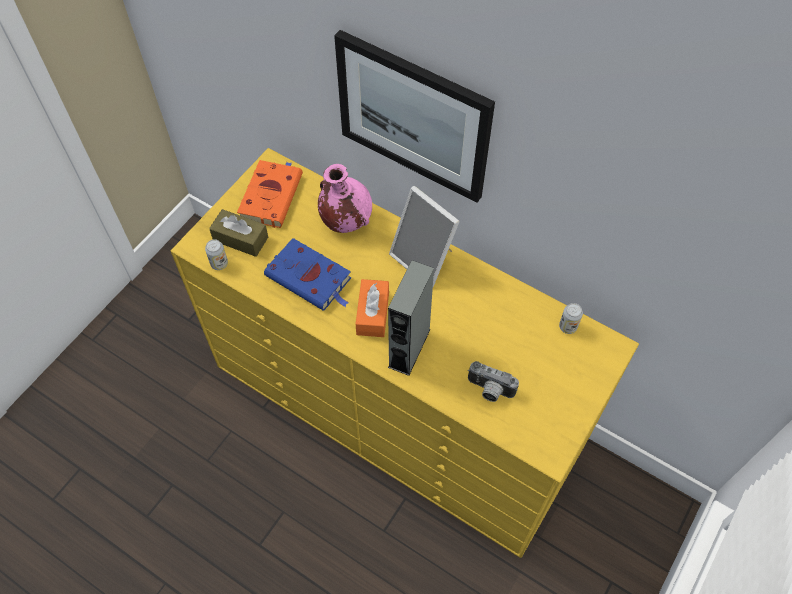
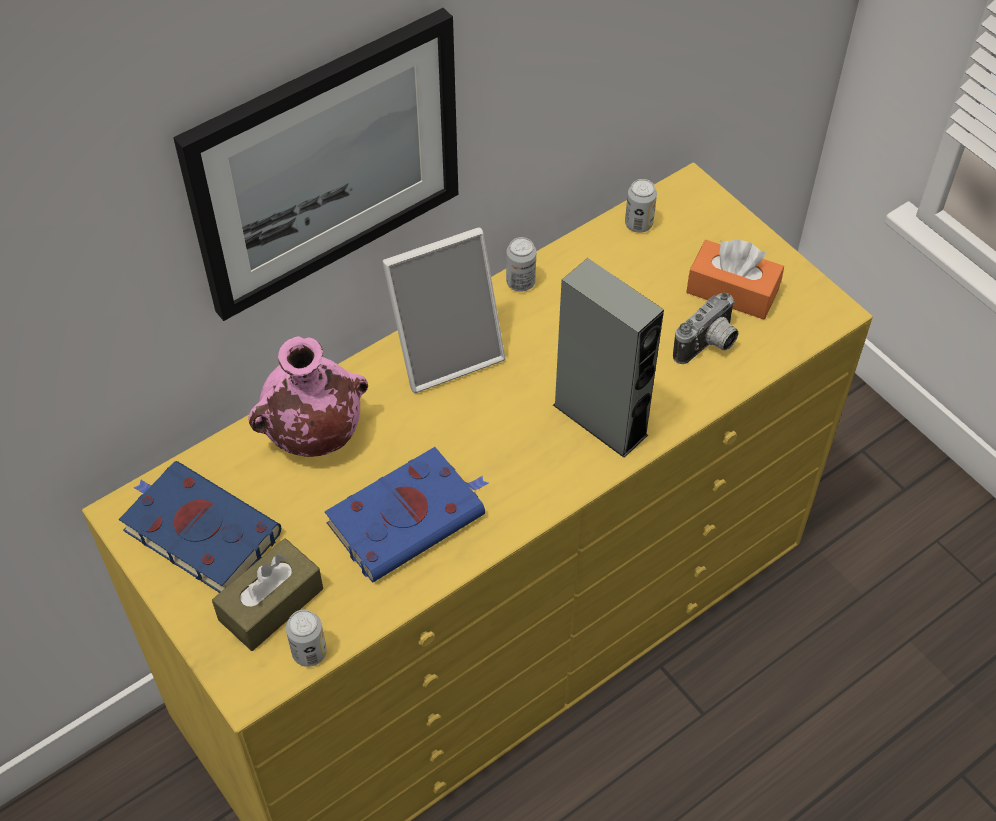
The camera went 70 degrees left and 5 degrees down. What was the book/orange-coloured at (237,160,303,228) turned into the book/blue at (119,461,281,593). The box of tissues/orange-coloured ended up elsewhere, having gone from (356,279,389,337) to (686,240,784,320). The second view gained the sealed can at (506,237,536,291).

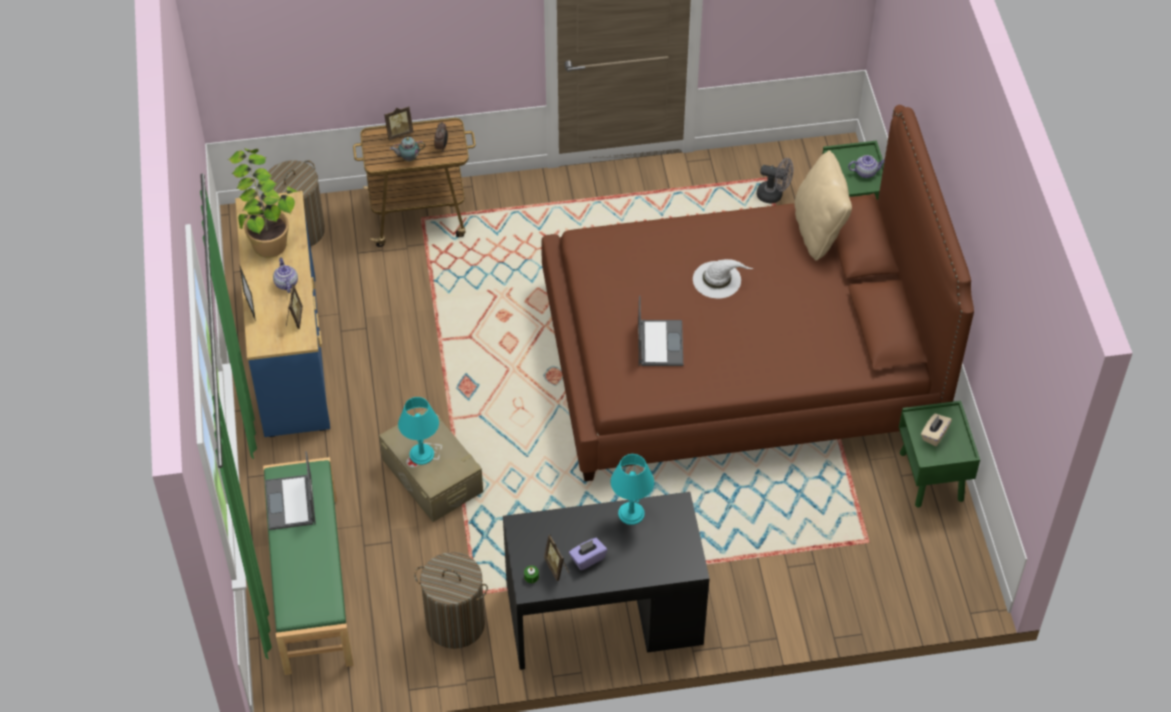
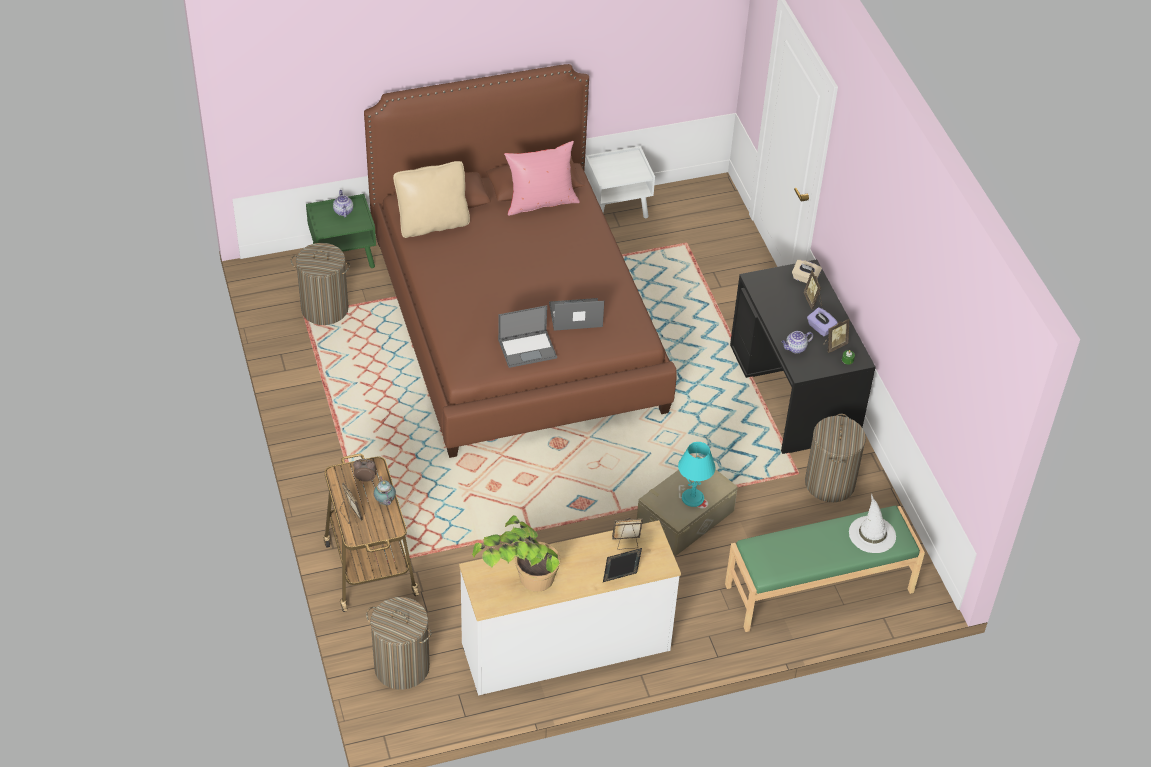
The camera went 100 degrees left and 5 degrees down. What was the dresser/blue at (235,191,330,437) turned into the dresser/white at (459,520,681,696). The notebook computer ended up elsewhere, having gone from (265,451,316,530) to (498,305,557,368). The tea pot ended up elsewhere, having gone from (273,258,298,293) to (782,331,813,354). The second view lost the tabletop lamp/turquoise-coloured at (611,454,654,525). The wearable hat/white ended up elsewhere, having gone from (693,259,754,299) to (849,494,896,553). Where the electric fan/greyish stood at (757,158,793,203), the hamper came to stand at (291,243,350,325). What was the bedside table/greenish at (899,401,980,507) turned into the bedside table/white at (585,146,655,218). The box of tissues/beige-coloured ended up elsewhere, having gone from (921,414,952,446) to (792,260,822,283). The second view gained the throw pillow/pink at (504,141,580,216). The second view gained the picture frame at (804,270,822,309).

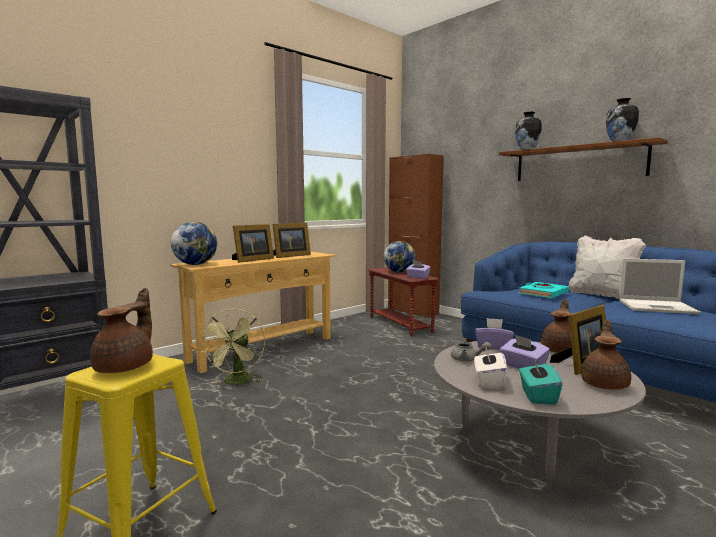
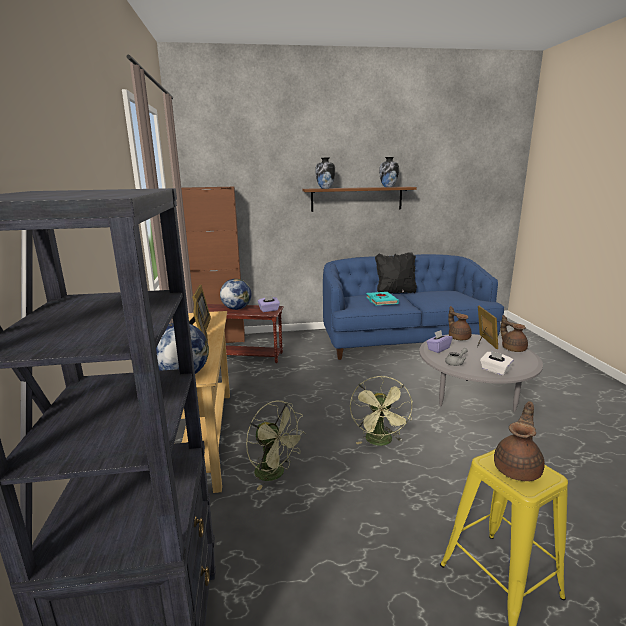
The camera went 55 degrees left and 10 degrees up. The tea pot/brown-coloured at (90,288,153,373) ended up facing another way, 75 degrees clockwise from before. The second view lost the box of tissues/purplish at (500,335,550,369). The second view lost the box of tissues/turquoise-coloured at (519,359,562,405). What was the throw pillow/white at (569,235,646,299) turned into the throw pillow/blackish at (375,252,417,294). The second view lost the notebook computer at (619,258,701,314). The second view gained the electric fan/greenish at (350,376,413,446).

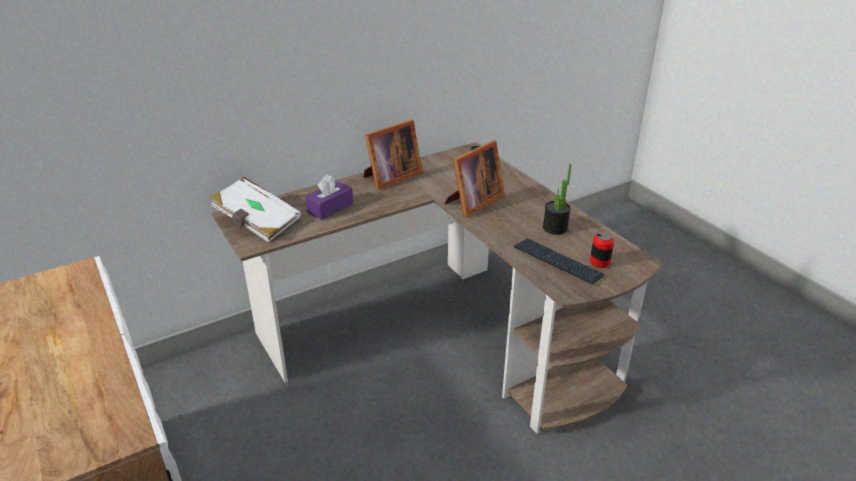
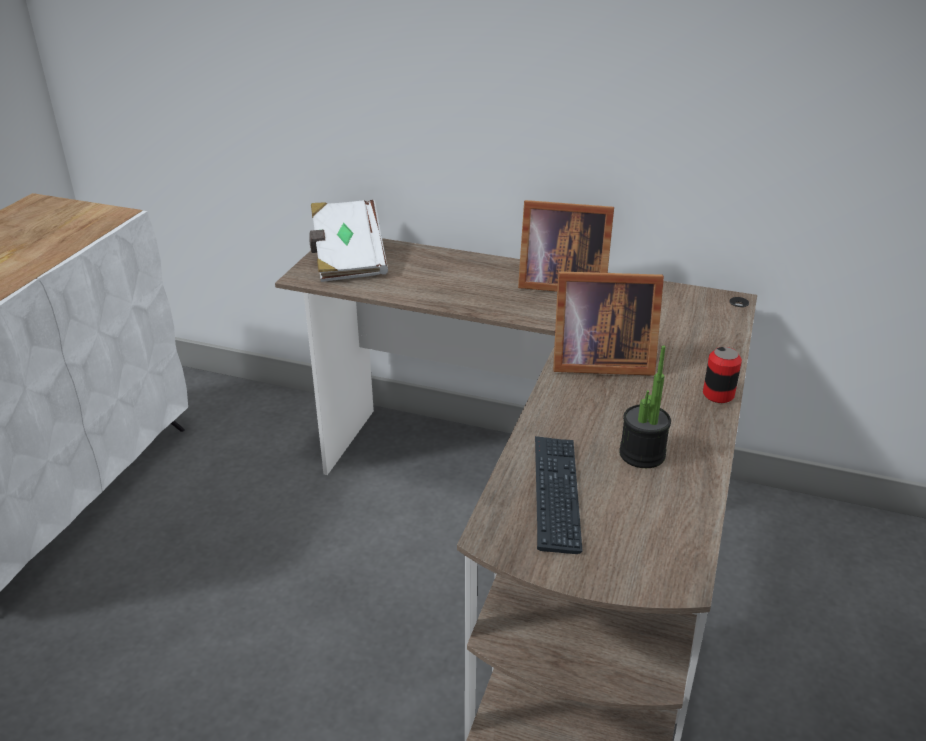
The camera went 50 degrees right and 0 degrees up. The second view lost the box of tissues/purplish at (305,175,353,220). The sealed can ended up elsewhere, having gone from (590,232,614,268) to (703,347,742,403).

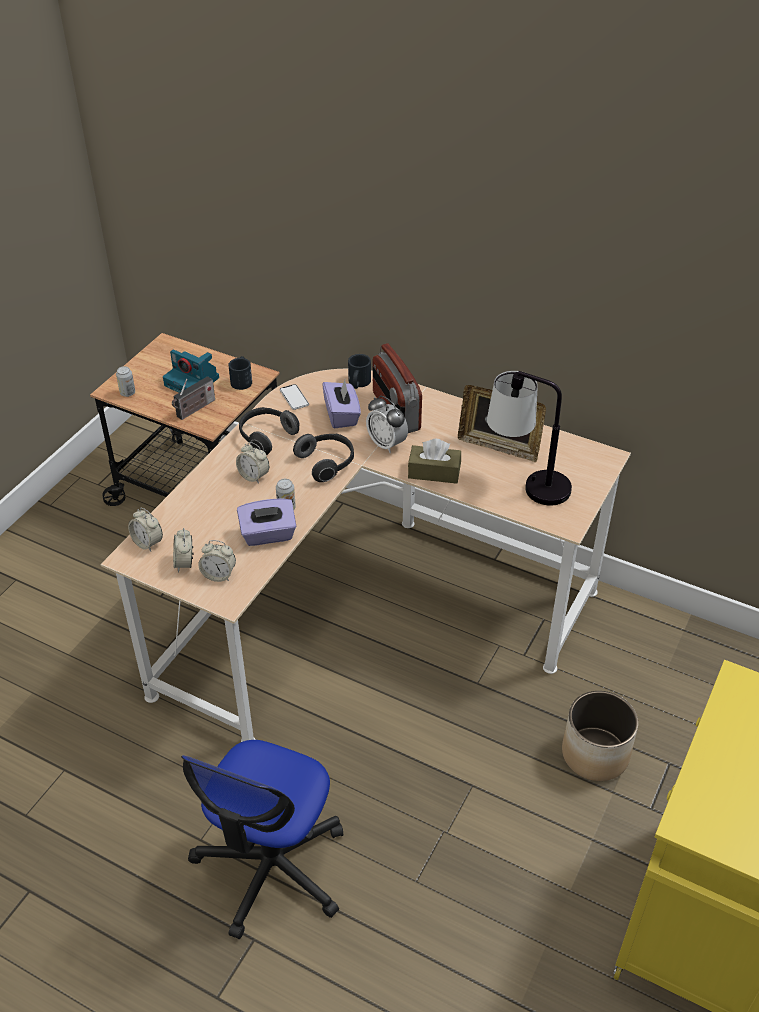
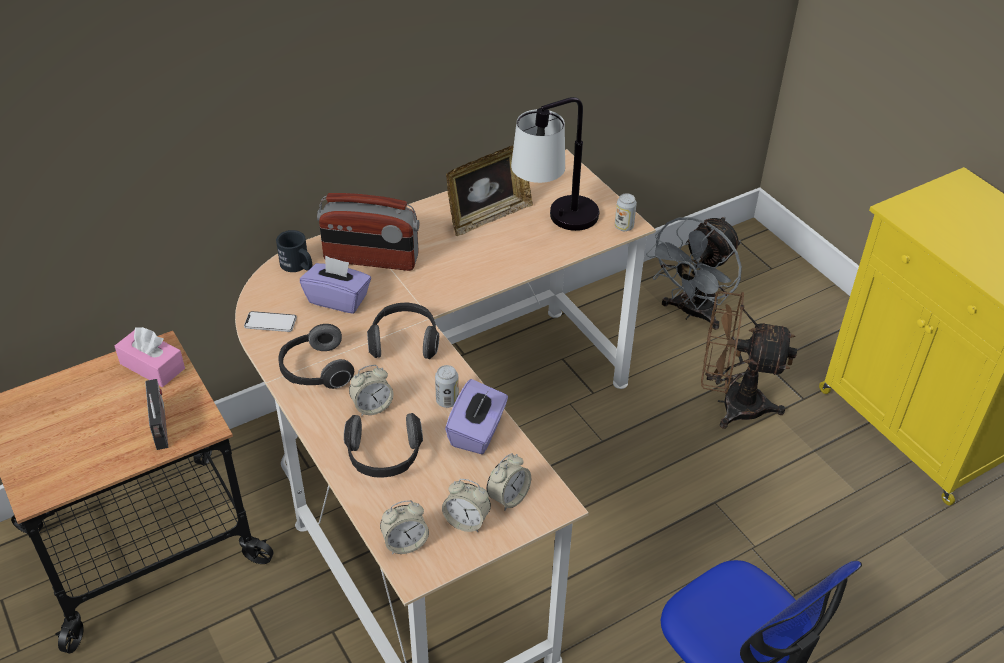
The camera went 60 degrees left and 0 degrees up. The sealed can ended up elsewhere, having gone from (116,366,135,397) to (615,193,637,231). The second view lost the still camera at (163,350,219,393). Where the mug/blackish stood at (228,356,252,390), the box of tissues/pink came to stand at (115,327,185,387). The second view lost the alarm clock at (366,396,408,453). The second view lost the box of tissues/brown-coloured at (408,439,461,484). Where the flower pot stood at (562,691,638,781), the electric fan/brown-coloured came to stand at (701,291,797,429). The second view gained the headset at (344,413,423,478). The second view gained the electric fan/greyish at (646,217,742,330).

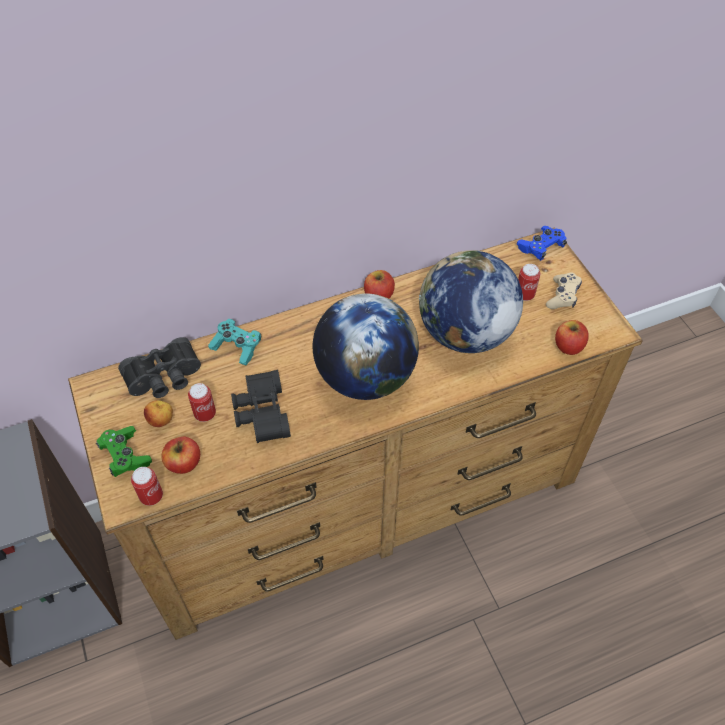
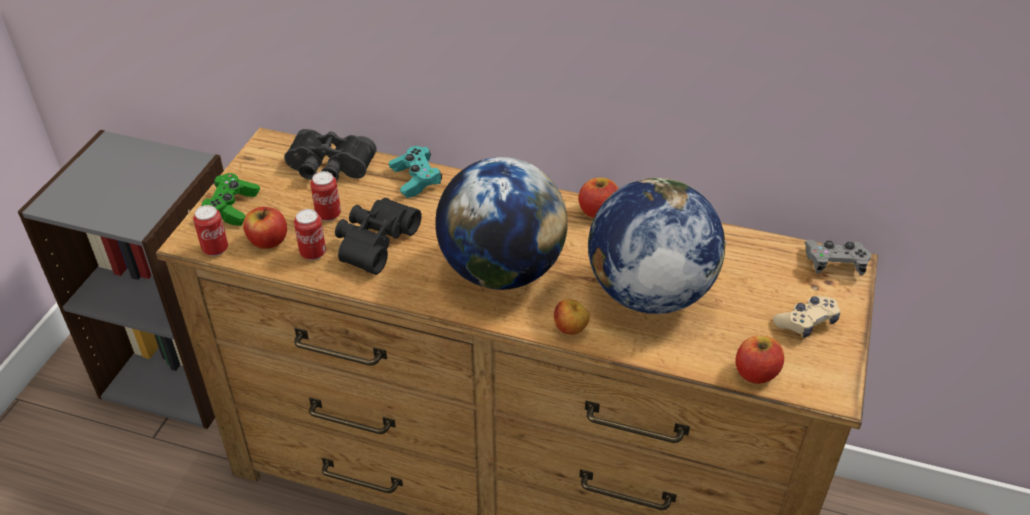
The camera went 40 degrees right and 10 degrees down. The whole apple ended up elsewhere, having gone from (144,400,173,427) to (554,299,590,335). What was the game controller/blue at (517,226,567,261) turned into the game controller/greyish at (805,240,871,276). The sealed can ended up elsewhere, having gone from (518,264,540,301) to (294,209,326,260).

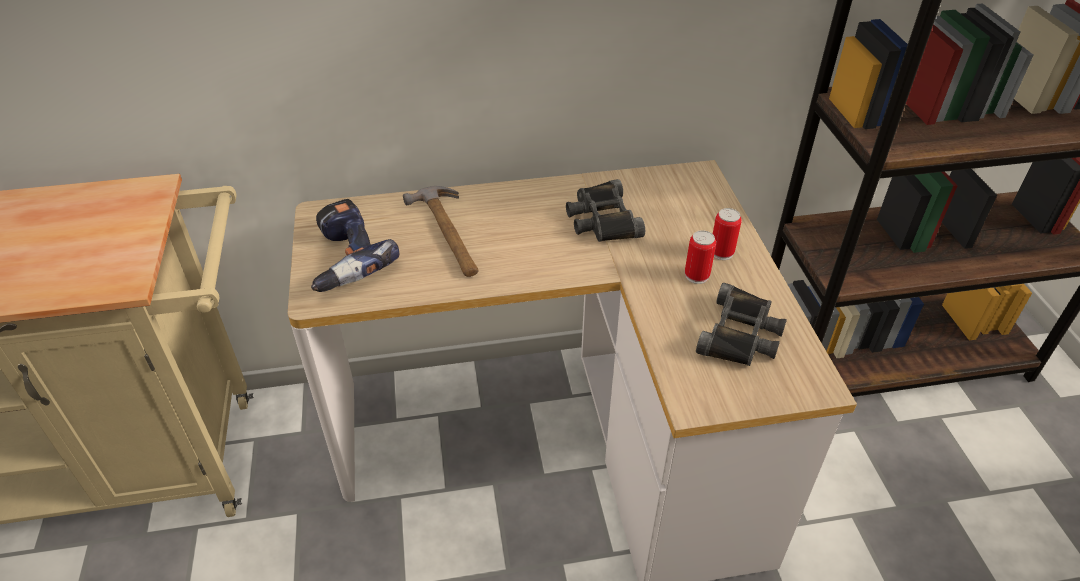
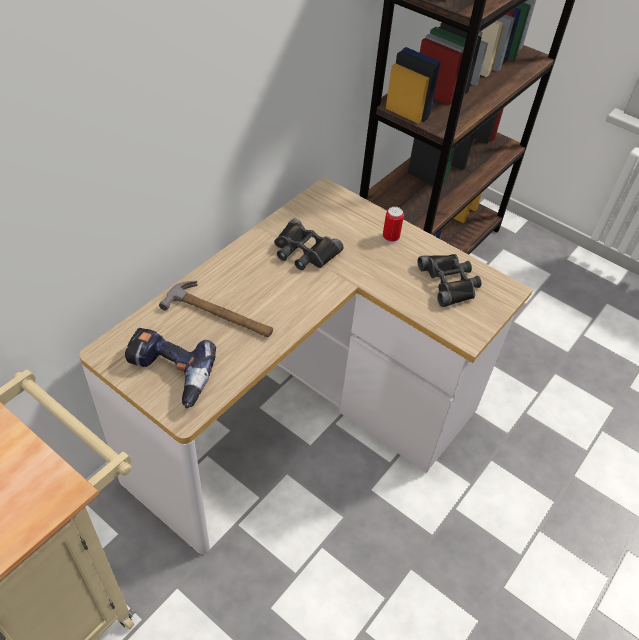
The camera went 45 degrees left and 5 degrees up. The second view lost the sealed can at (685,230,716,284).

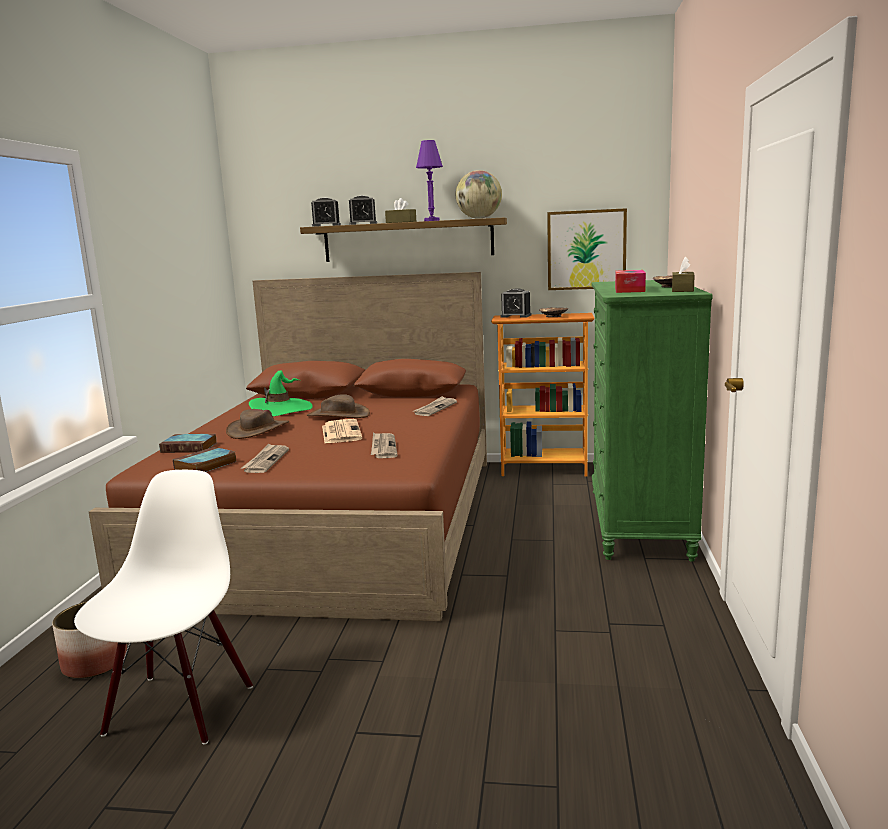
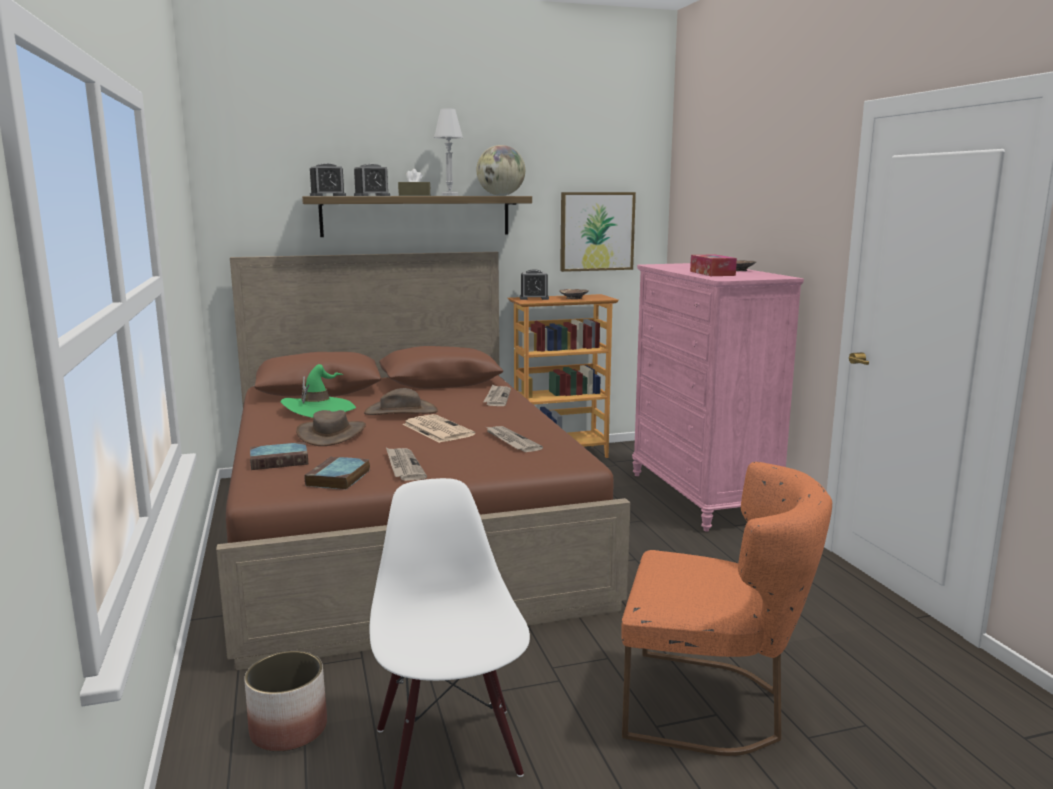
The camera went 25 degrees left and 0 degrees up. What was the tabletop lamp/purplish at (416,140,443,221) turned into the tabletop lamp/white at (434,108,463,196). What was the dresser/greenish at (591,280,713,562) turned into the dresser/pink at (632,263,804,532). The second view lost the box of tissues/brown-coloured at (672,257,695,292). The second view gained the upright chair/orange-coloured at (621,462,832,756).

